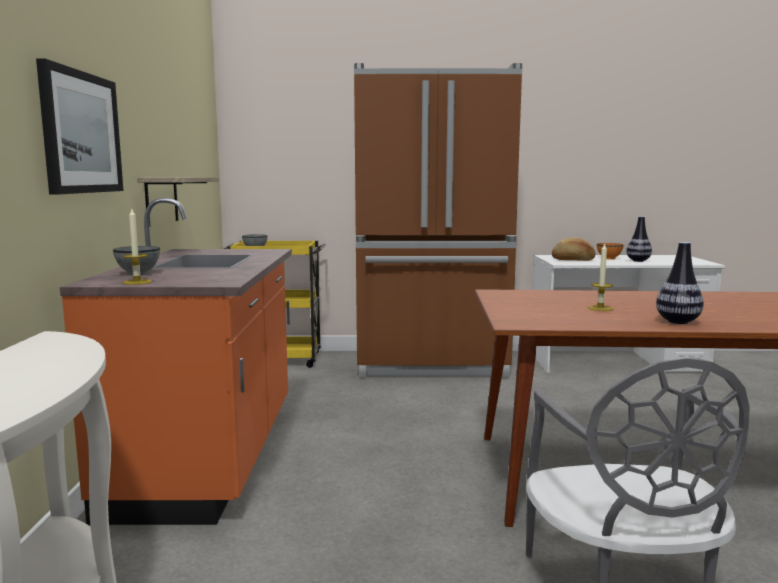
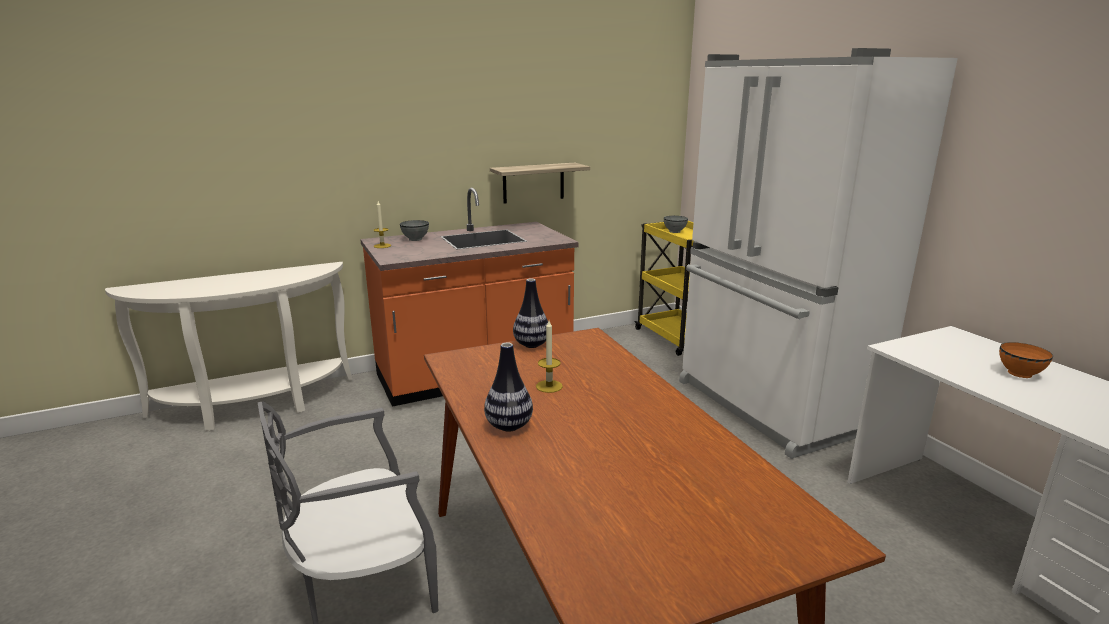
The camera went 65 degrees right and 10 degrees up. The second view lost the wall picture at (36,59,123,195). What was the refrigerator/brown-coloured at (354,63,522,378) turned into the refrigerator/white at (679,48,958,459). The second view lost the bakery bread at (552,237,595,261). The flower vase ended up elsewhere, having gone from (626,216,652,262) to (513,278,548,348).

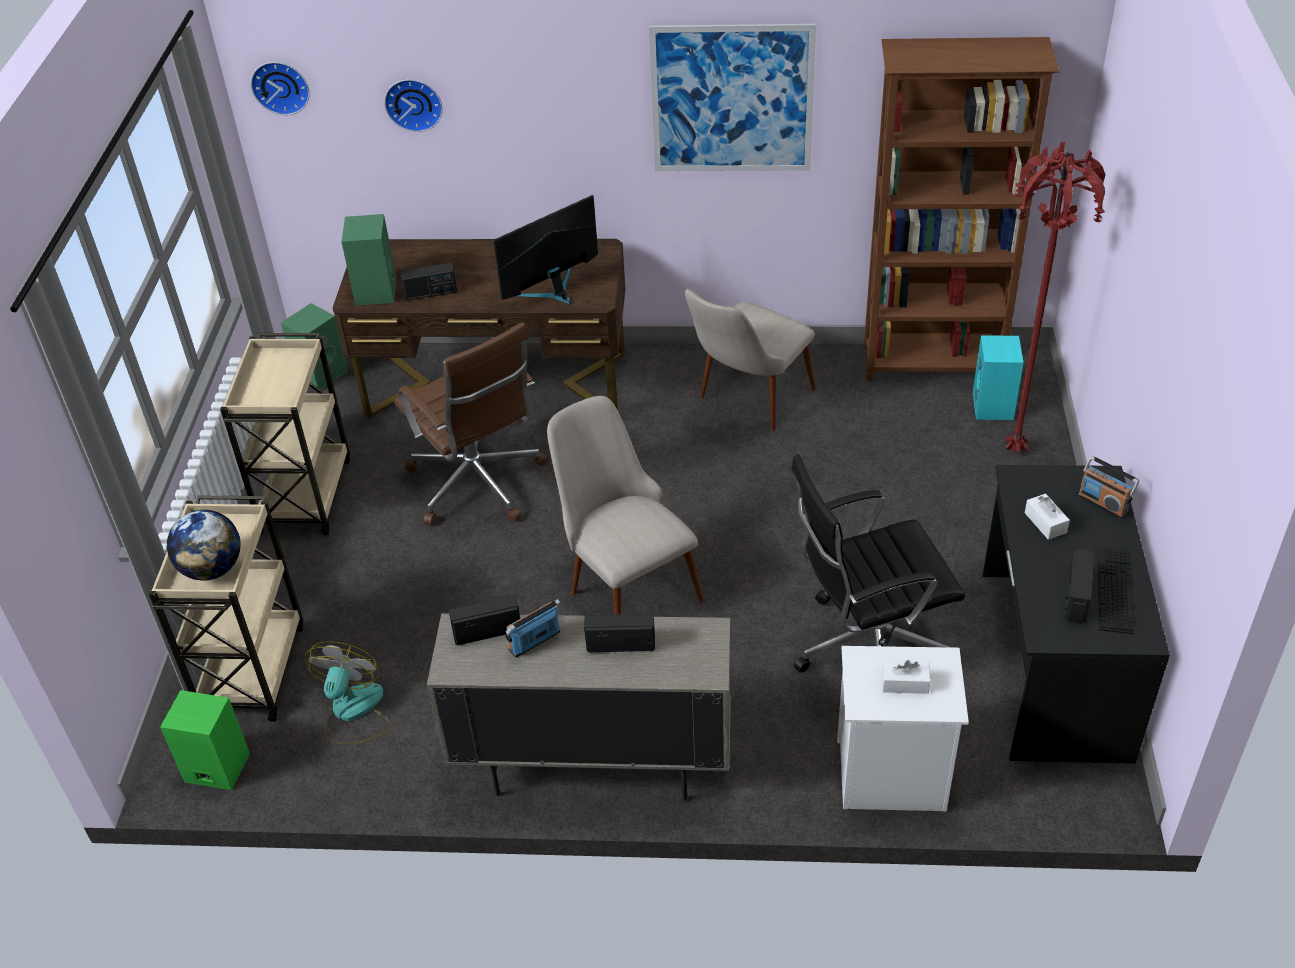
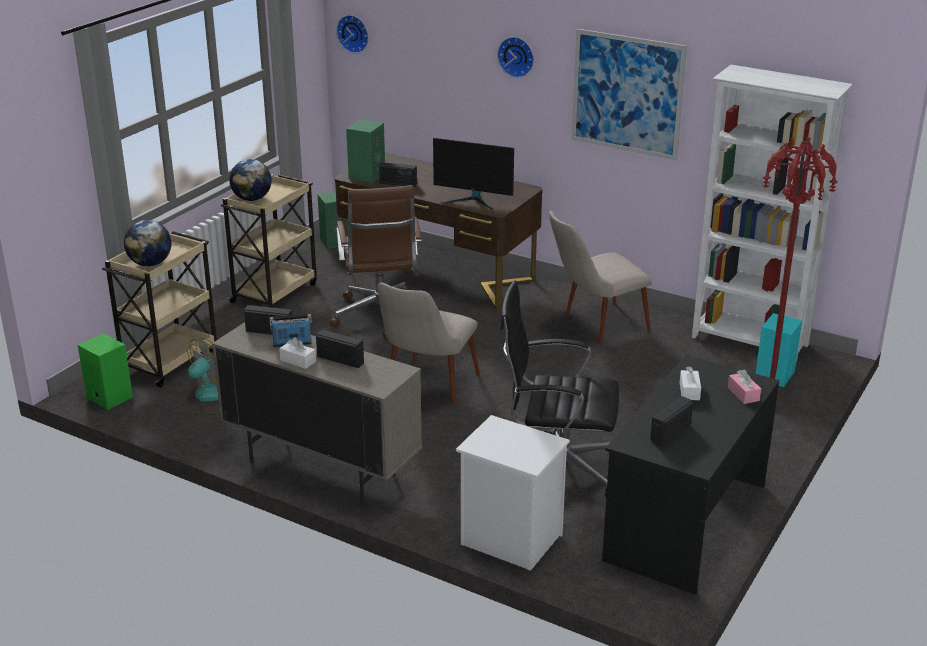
The camera went 25 degrees right and 15 degrees down. The hanging clock ended up elsewhere, having gone from (384,79,443,132) to (497,37,534,78). The computer screen at (493,195,598,304) ended up facing another way, 150 degrees counterclockwise from before. The upright chair/beige-coloured at (547,396,703,614) ended up facing another way, 150 degrees counterclockwise from before. What was the bookshelf/brown-coloured at (864,37,1060,381) turned into the bookshelf/white at (692,65,853,362). The box of tissues/white ended up elsewhere, having gone from (882,660,931,694) to (279,337,316,369). Where the radio receiver stood at (1078,456,1139,519), the box of tissues/pink came to stand at (728,369,761,404). The second view lost the computer keyboard at (1097,546,1134,634). The second view gained the world globe at (229,159,272,201).

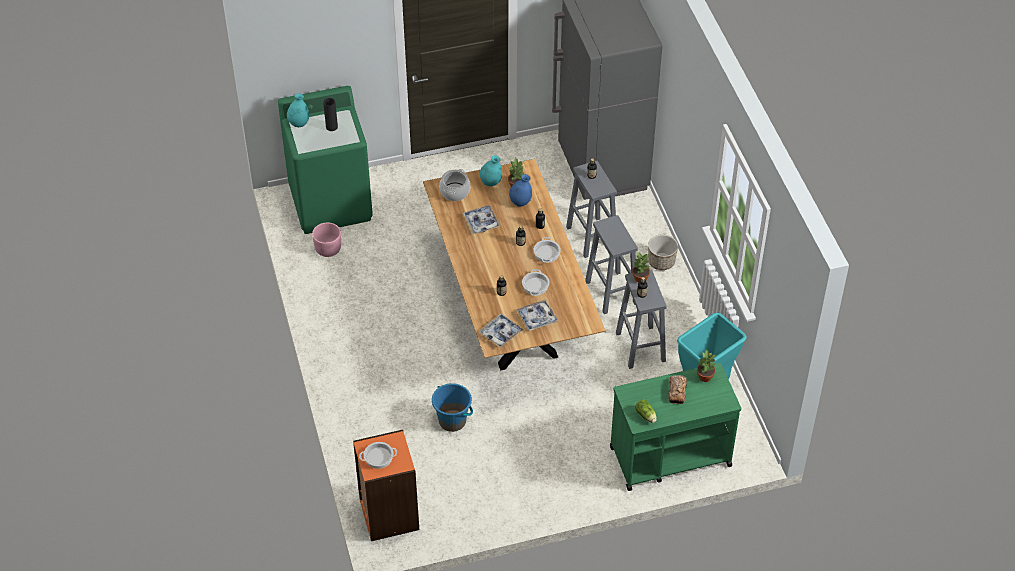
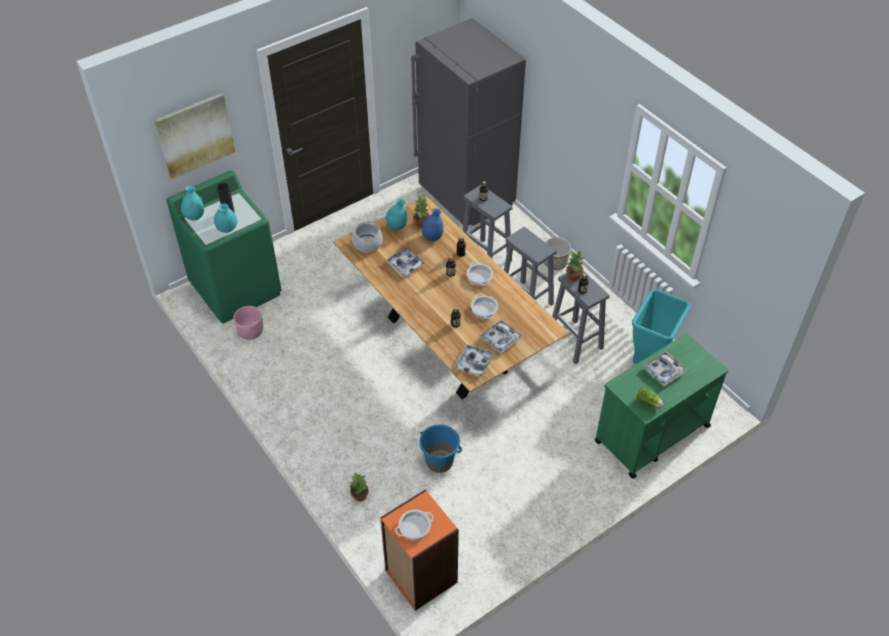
The camera went 20 degrees left and 0 degrees up. Where the bakery bread stood at (668,375,687,404), the serving tray came to stand at (642,351,687,386). The potted plant ended up elsewhere, having gone from (697,350,717,382) to (350,473,369,502). The second view gained the wall picture at (155,93,235,179). The second view gained the flower vase/turquoise-coloured at (214,203,237,233).

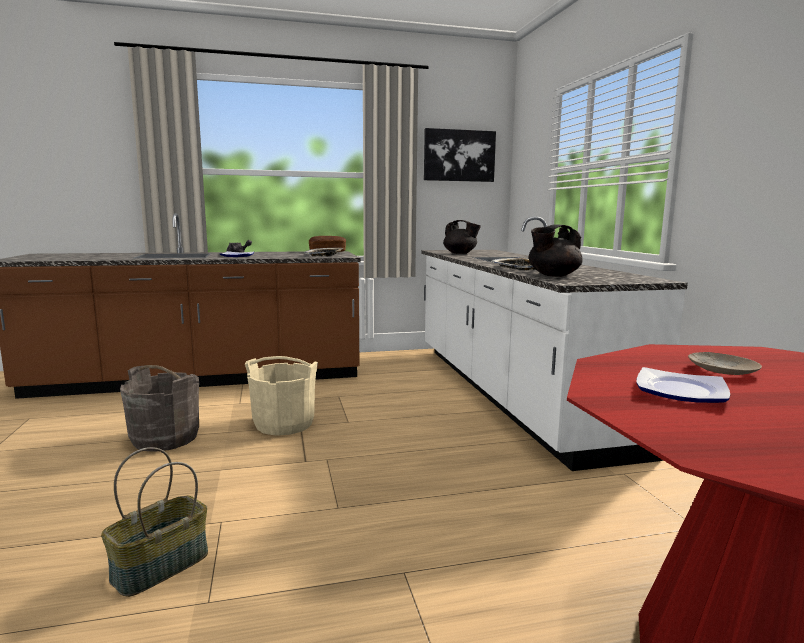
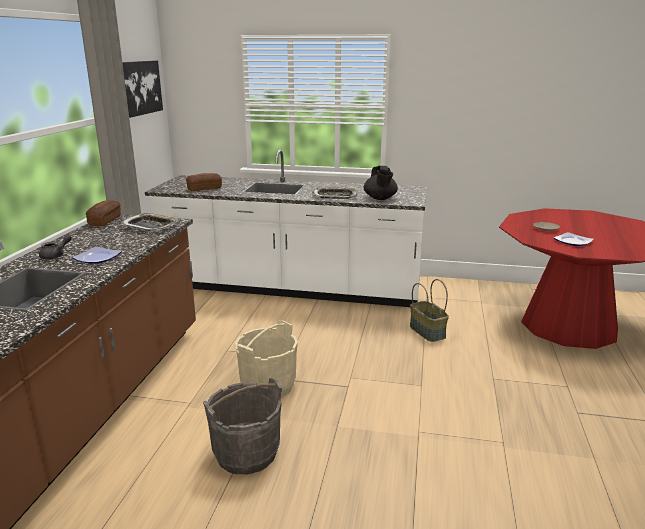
The camera went 65 degrees left and 10 degrees up. The household basket ended up elsewhere, having gone from (101,447,208,597) to (410,279,449,342). Where the tea pot/blackish stood at (443,220,481,254), the bakery bread came to stand at (186,173,222,191).

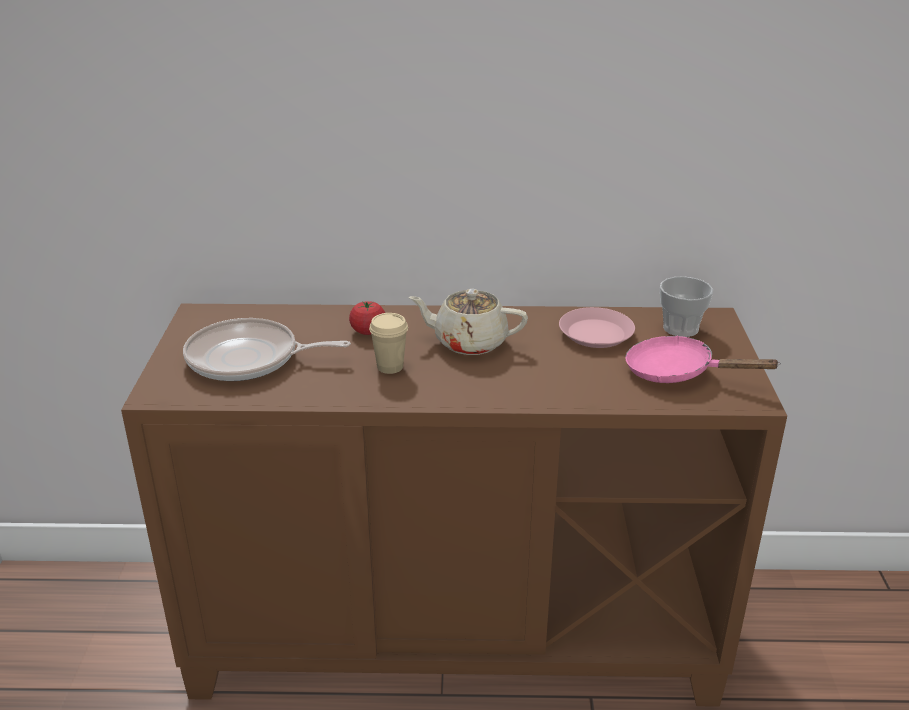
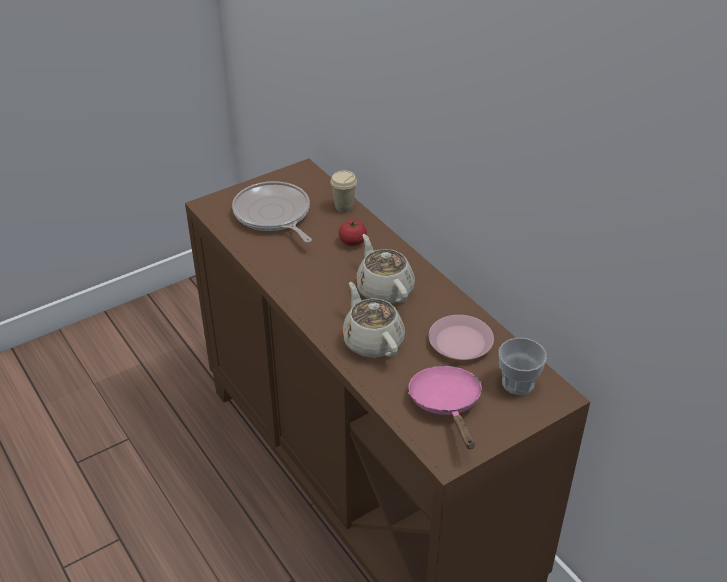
The camera went 55 degrees right and 10 degrees up. The drinking cup/beige-coloured ended up elsewhere, having gone from (369,313,408,374) to (330,171,357,212). The second view gained the tea pot/beige-coloured at (342,282,405,358).

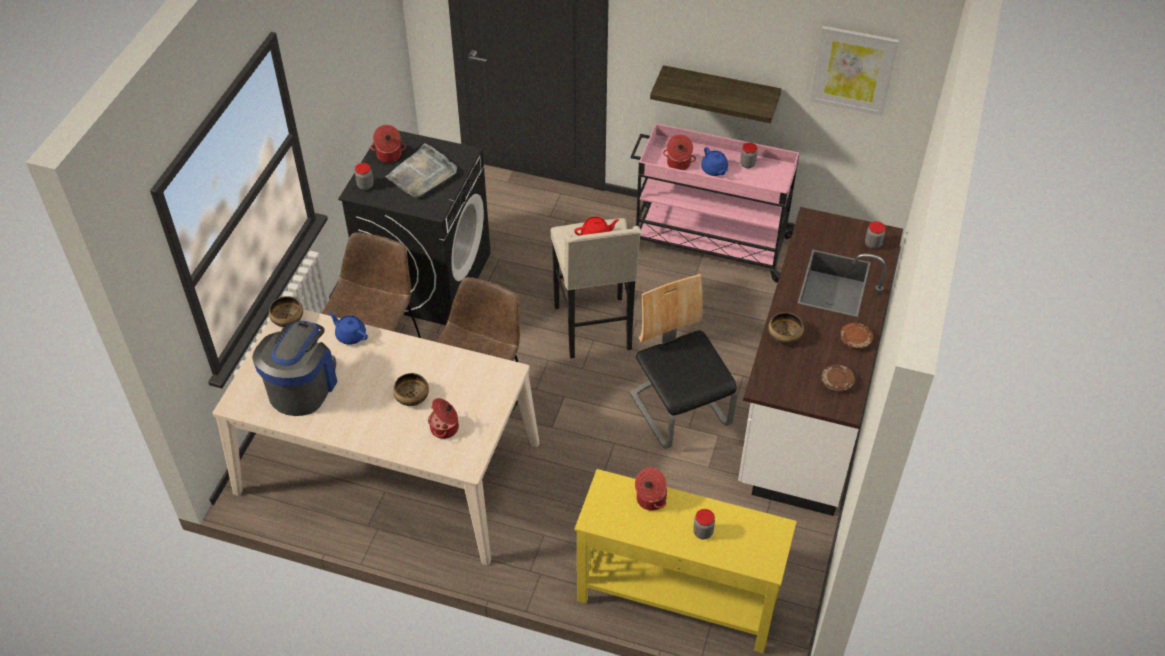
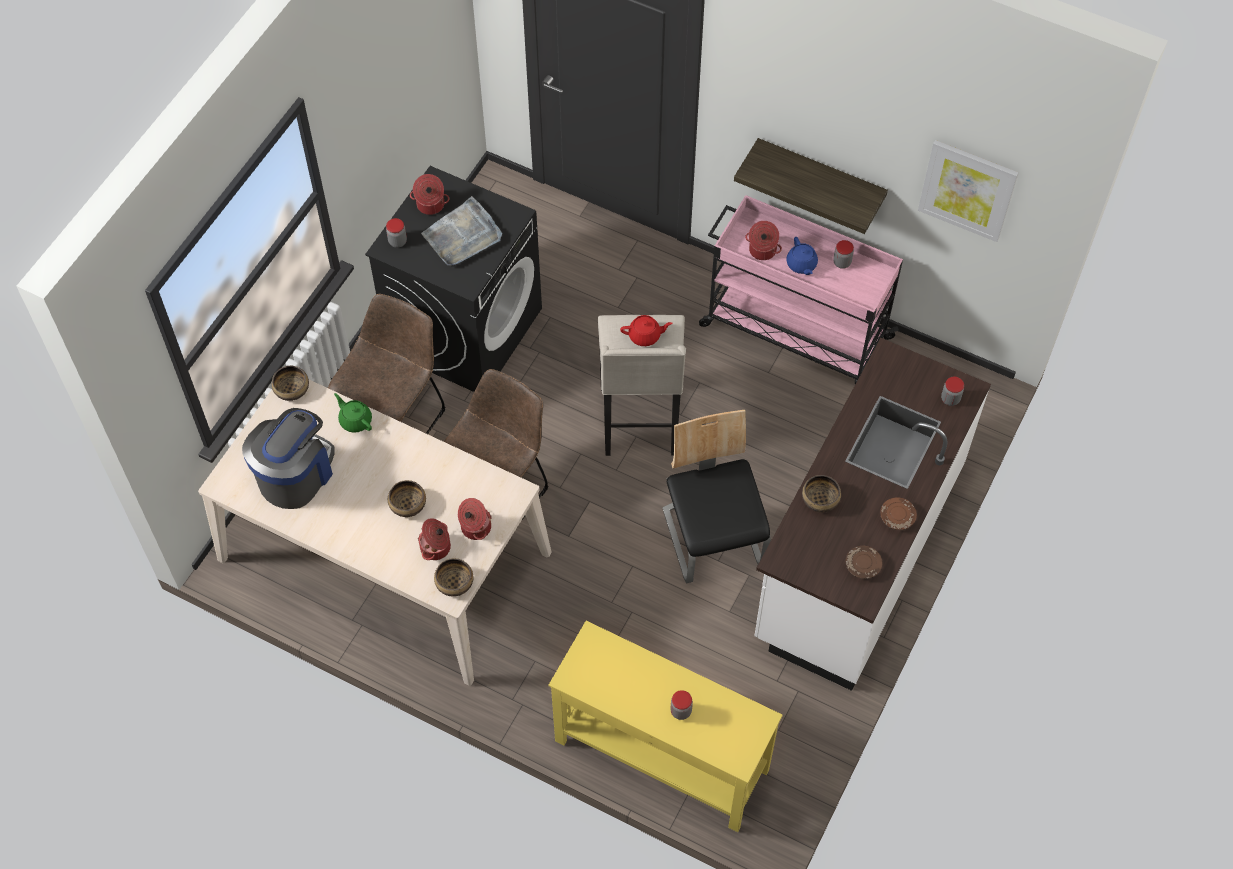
The camera went 10 degrees right and 10 degrees up. What was the tea pot/blue at (329,312,368,345) turned into the tea pot/greenish at (334,393,372,433). The cooking pot ended up elsewhere, having gone from (635,468,667,511) to (458,498,492,540). The second view gained the bowl at (434,558,473,597).

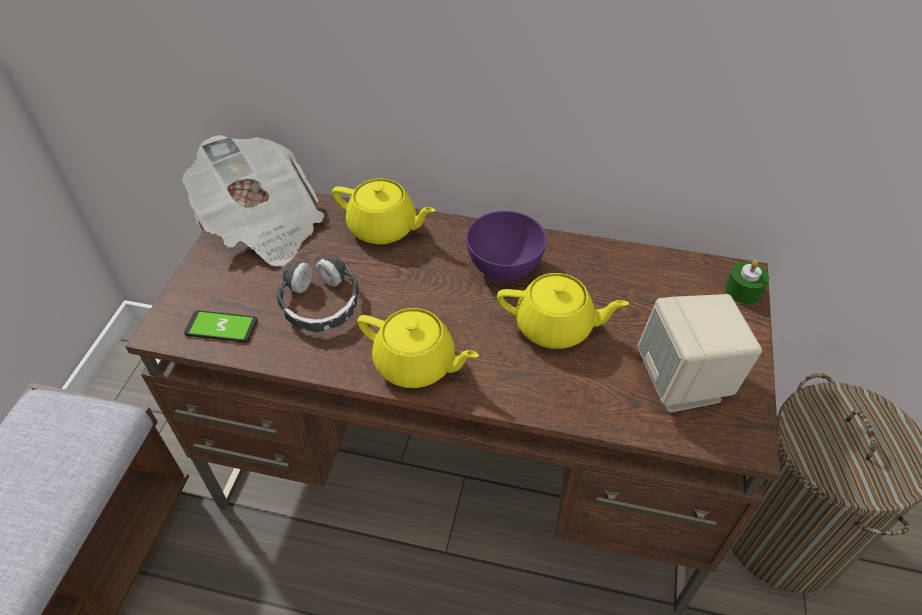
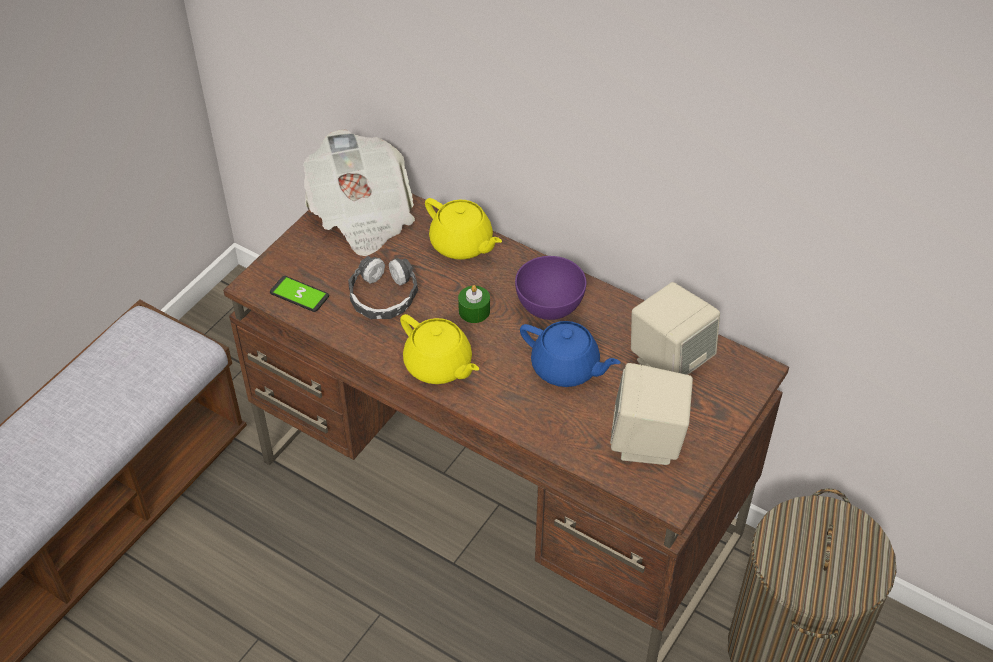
The camera went 20 degrees right and 0 degrees up. What was the tea pot/yellow at (497,273,629,349) turned into the tea pot/blue at (520,321,620,387). The wax light/greenish ended up elsewhere, having gone from (725,260,769,304) to (458,285,490,323). The second view gained the speaker/beige-coloured at (631,282,720,375).

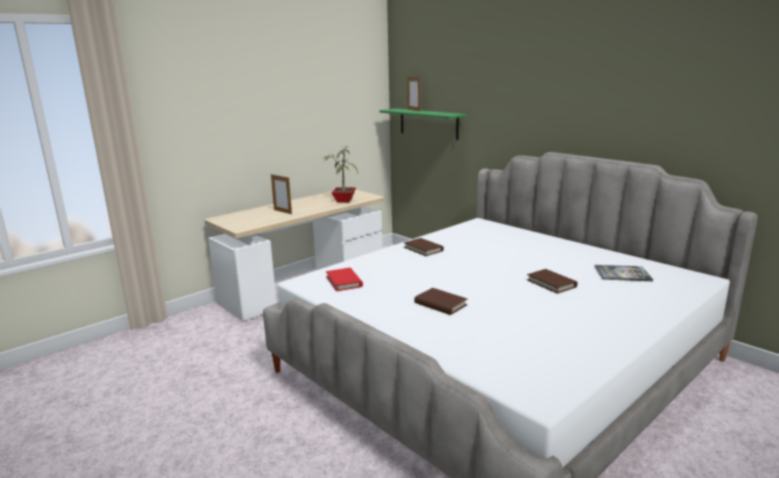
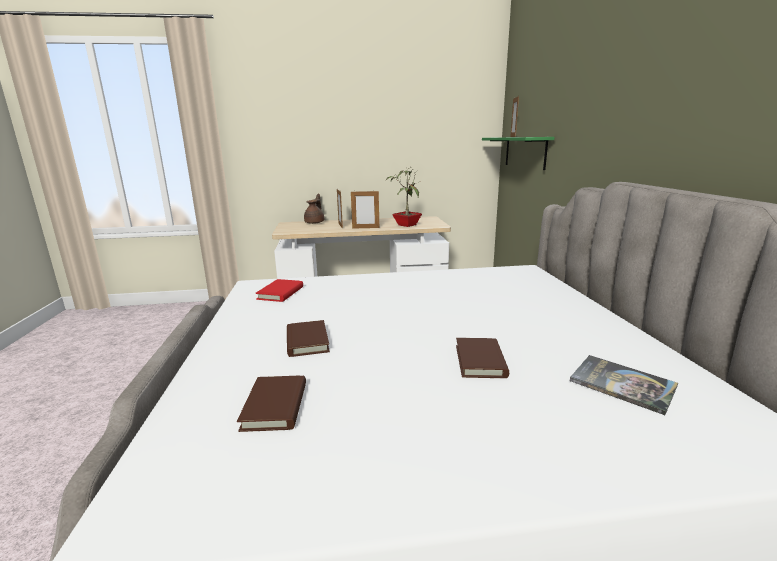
The camera went 35 degrees right and 0 degrees up. The book/brown-coloured ended up elsewhere, having gone from (404,238,444,256) to (237,376,306,432). The second view gained the tea pot/brown-coloured at (304,194,324,224). The second view gained the picture frame at (351,190,379,229).

